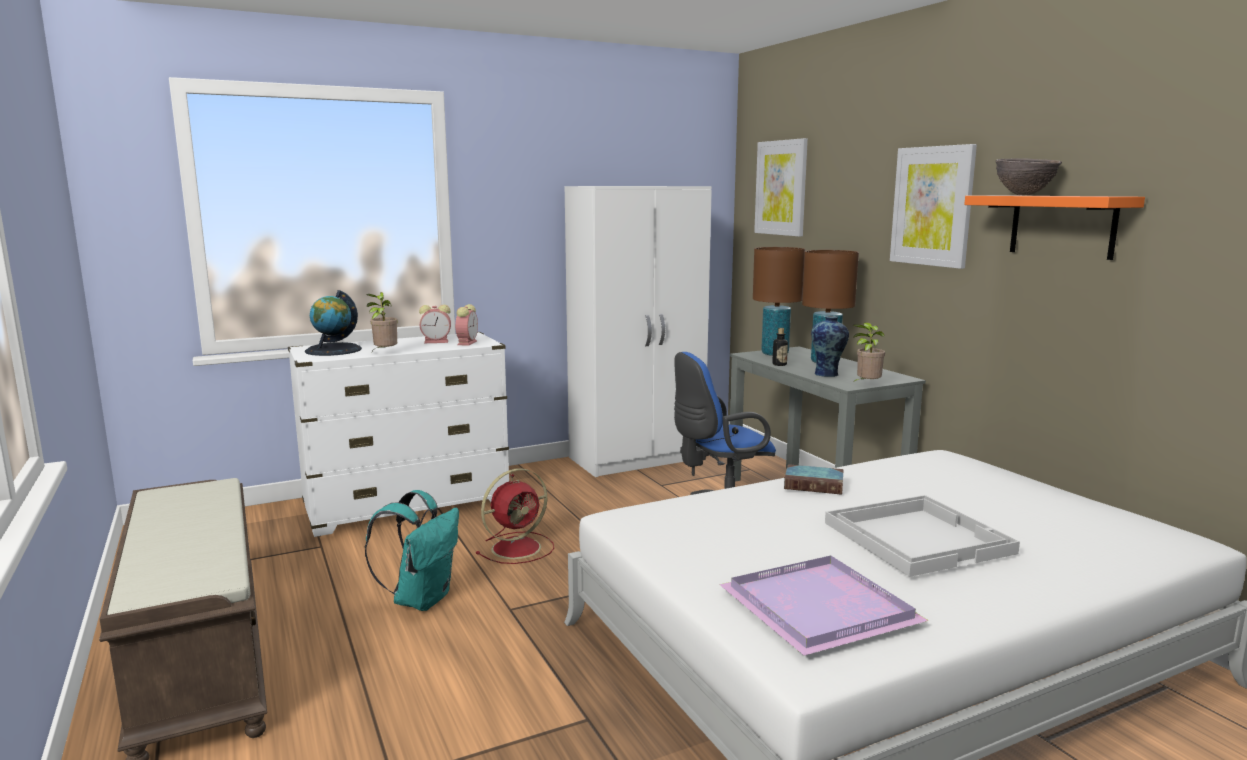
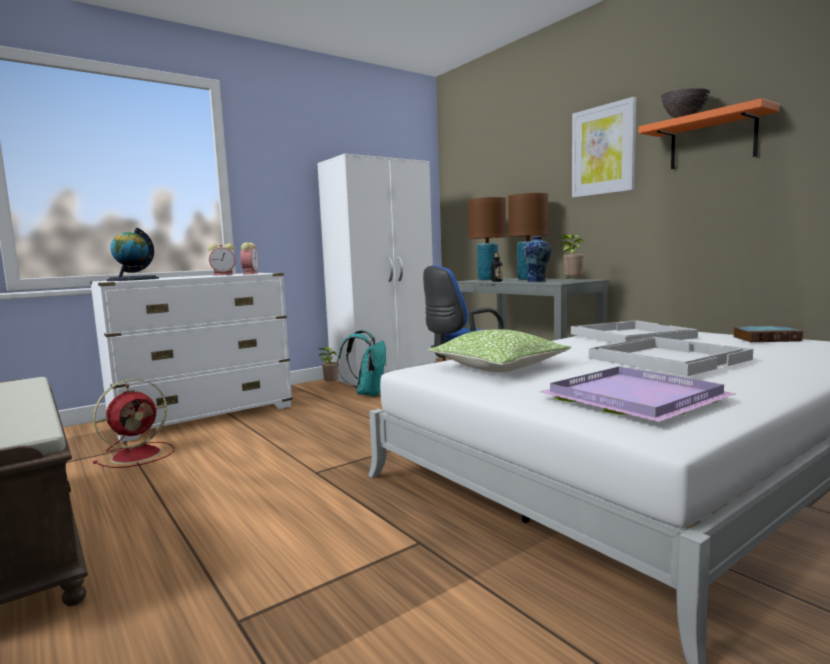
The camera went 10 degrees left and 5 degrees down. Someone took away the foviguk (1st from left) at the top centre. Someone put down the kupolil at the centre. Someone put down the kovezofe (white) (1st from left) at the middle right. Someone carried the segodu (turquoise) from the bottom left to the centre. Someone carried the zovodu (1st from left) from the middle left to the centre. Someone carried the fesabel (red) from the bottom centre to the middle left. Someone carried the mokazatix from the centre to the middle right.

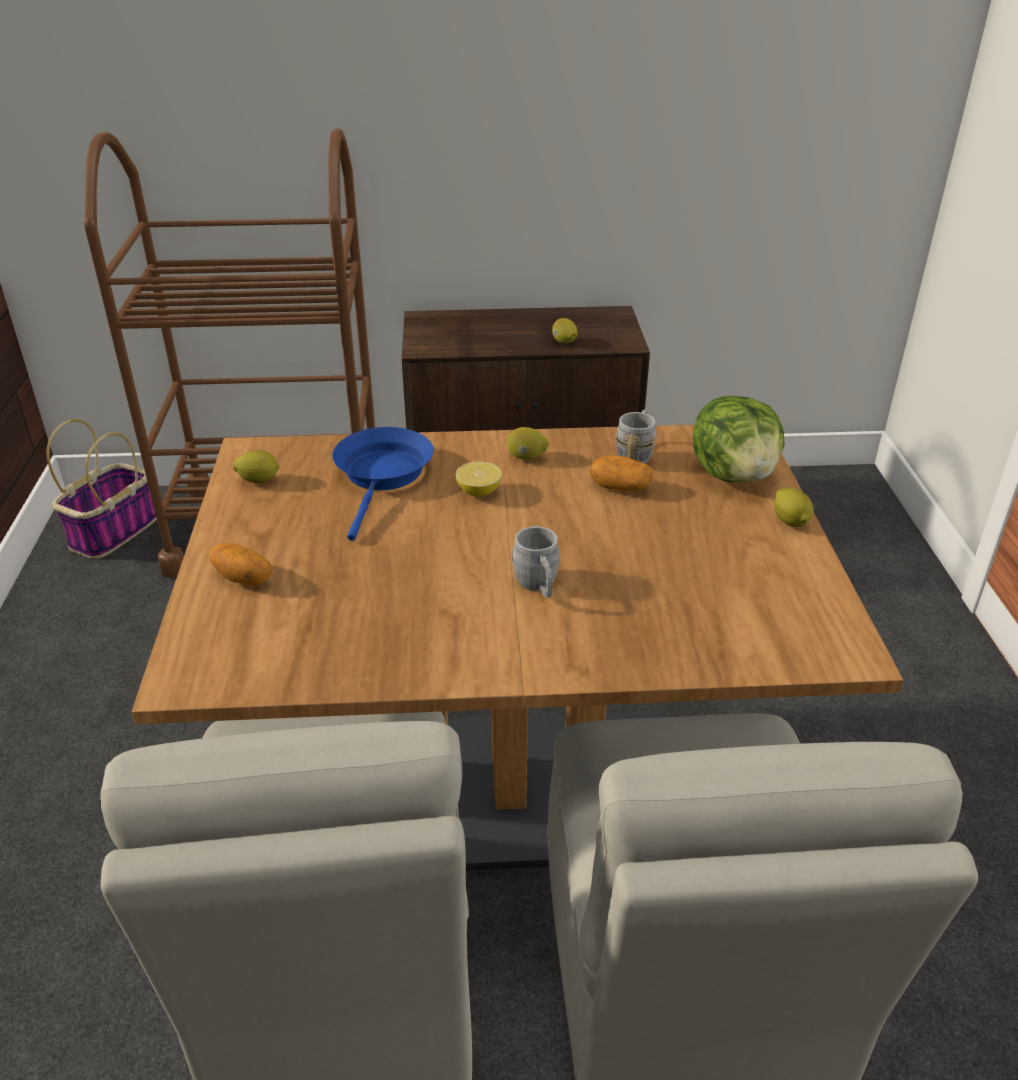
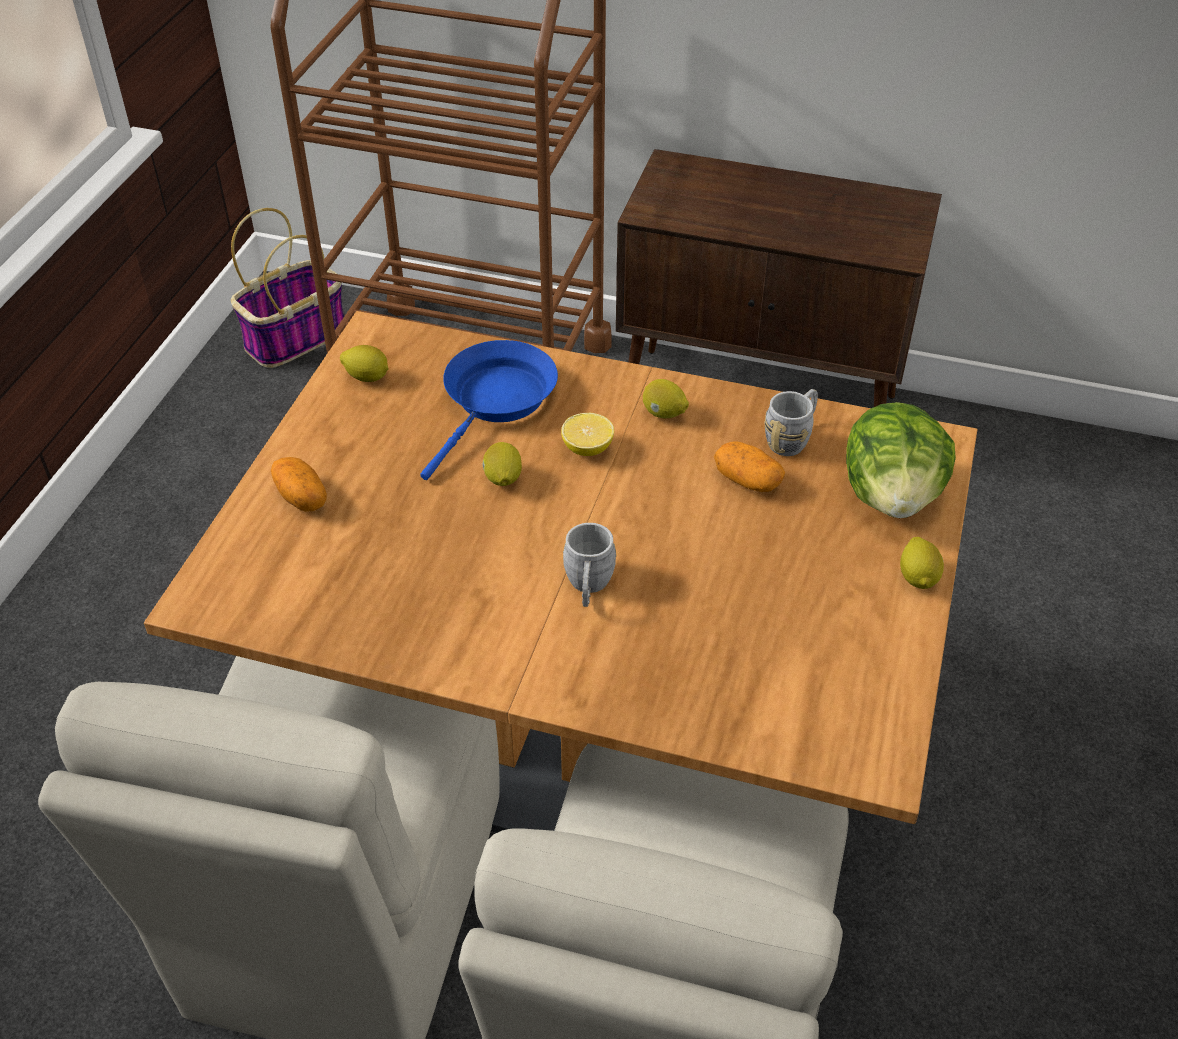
The camera went 20 degrees right and 10 degrees up. Someone carried the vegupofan (4th from left in the first image) from the top centre to the centre.

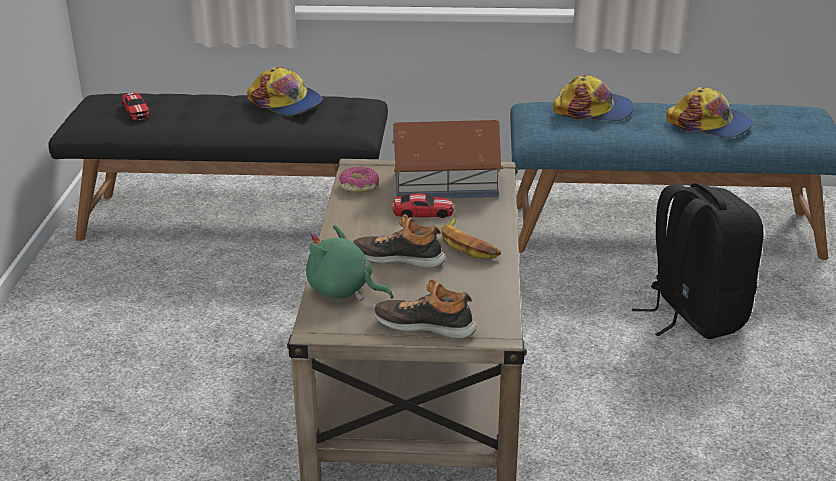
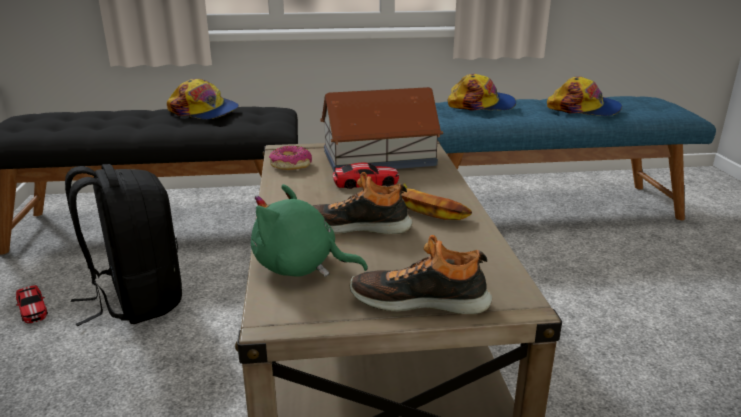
The camera went 10 degrees left and 5 degrees down. Someone carried the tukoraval (1st from left) from the top left to the bottom left. Someone carried the segodu (black) from the middle right to the middle left.

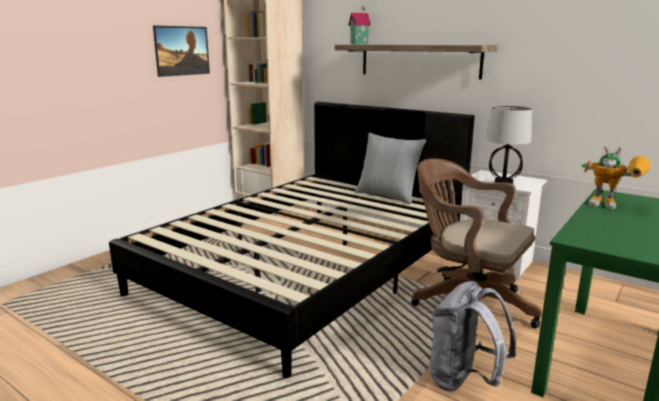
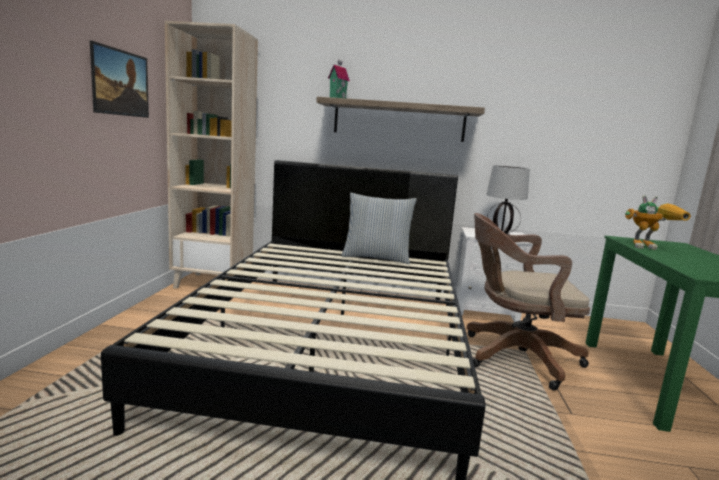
The camera went 30 degrees left and 5 degrees down. Someone took away the segodu (grey) at the bottom right.

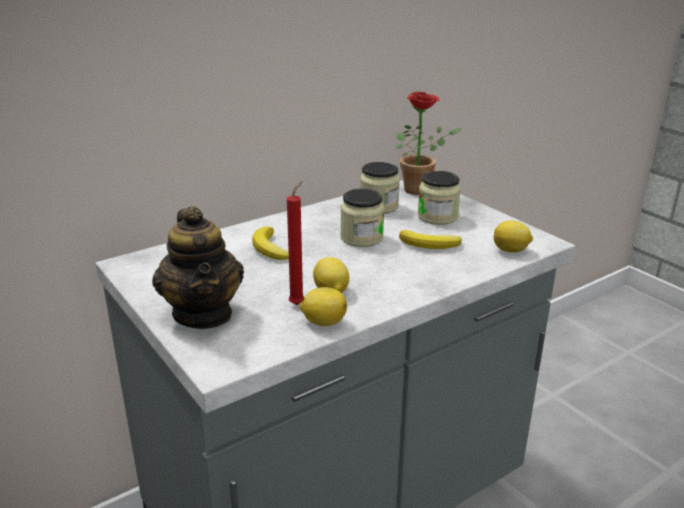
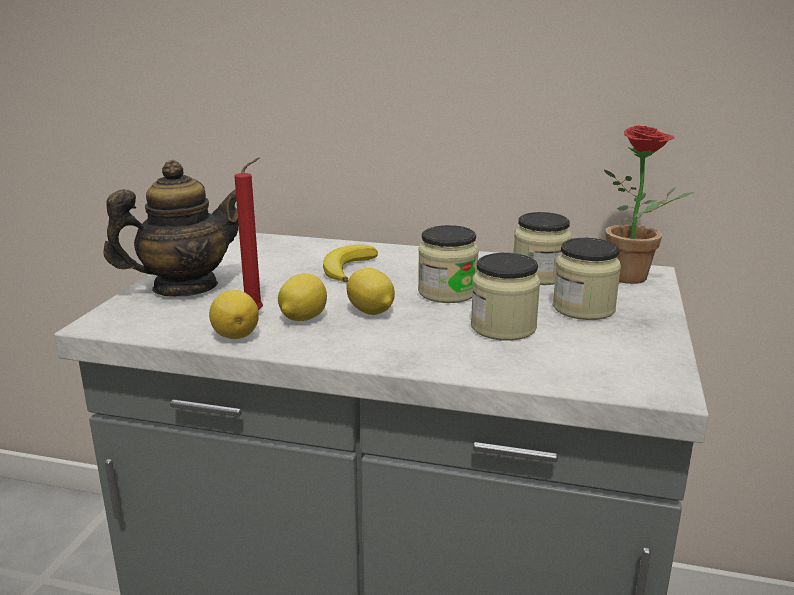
The camera went 50 degrees right and 5 degrees down. Someone carried the vegupofan (3rd from left) from the middle right to the centre. Someone swapped the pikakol (2nd from left) at the centre for the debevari (2nd from left) at the centre. Someone rotated the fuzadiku at the middle left by 150 degrees counterclockwise.

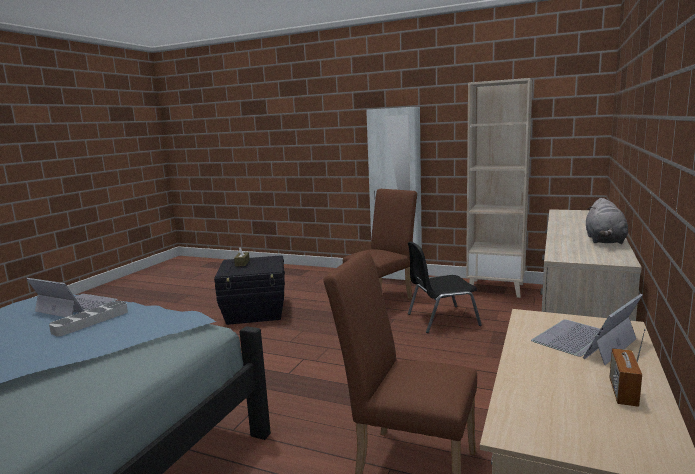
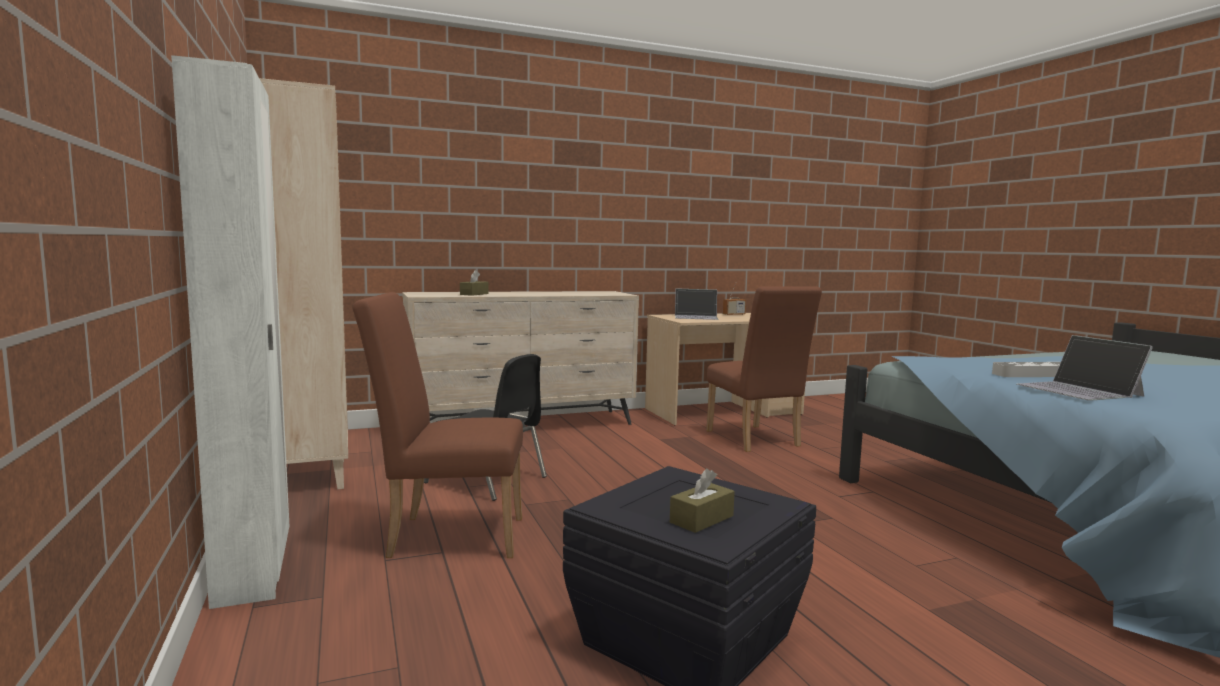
The camera went 135 degrees left and 5 degrees down. Someone took away the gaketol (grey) at the middle right. Someone put down the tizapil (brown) (1st from left) at the centre.

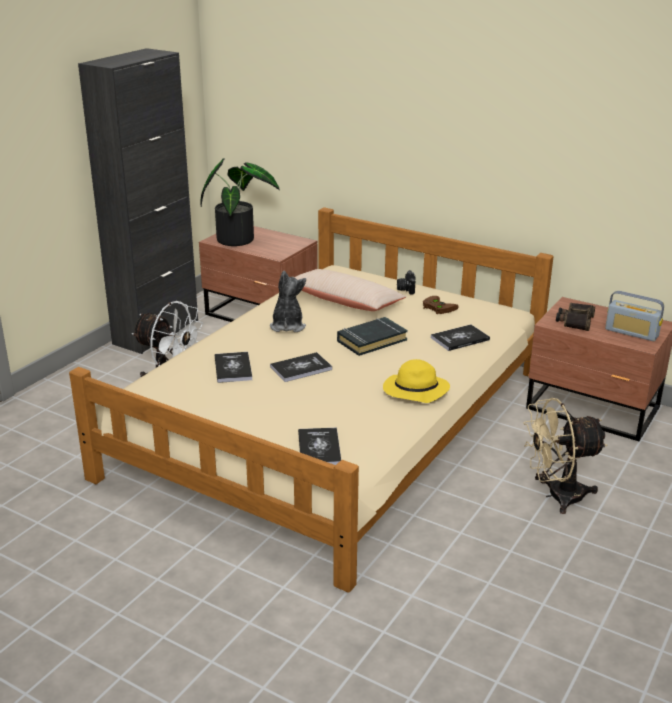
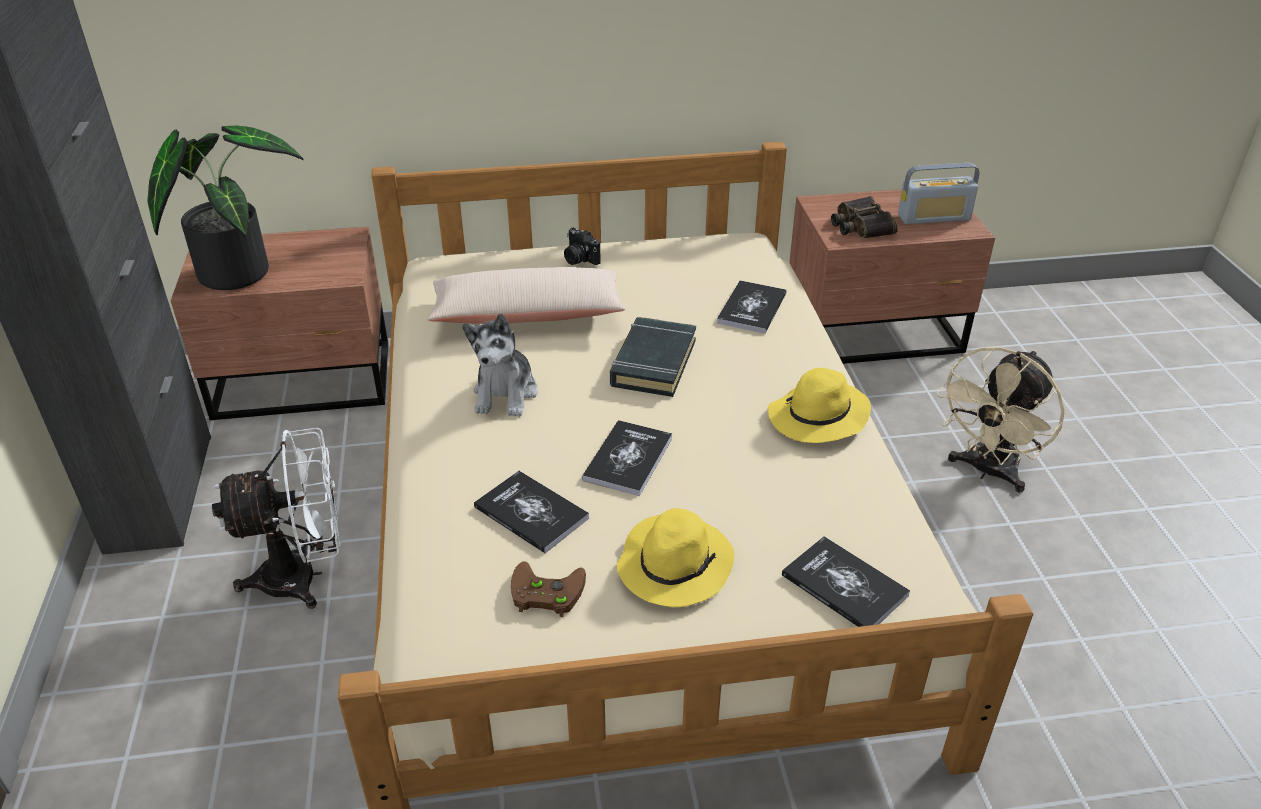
The camera went 40 degrees left and 10 degrees up. Someone put down the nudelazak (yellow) (1st from left) at the bottom centre. Someone carried the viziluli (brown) from the centre to the bottom centre. Someone rotated the gaketol at the centre by 135 degrees counterclockwise.

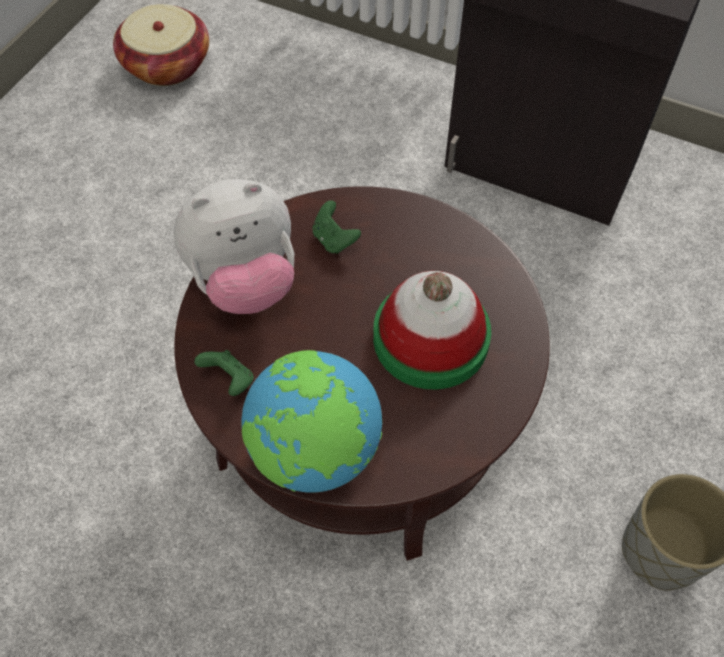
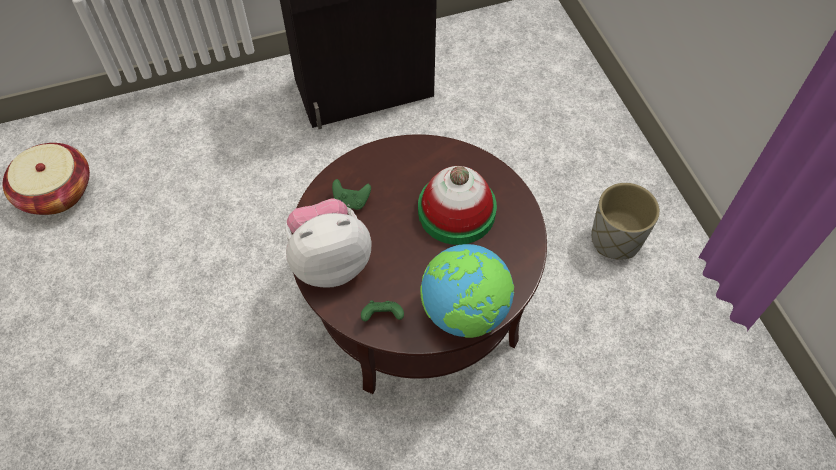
The camera went 45 degrees left and 0 degrees up. Someone rotated the gaketol at the middle left by 135 degrees counterclockwise.

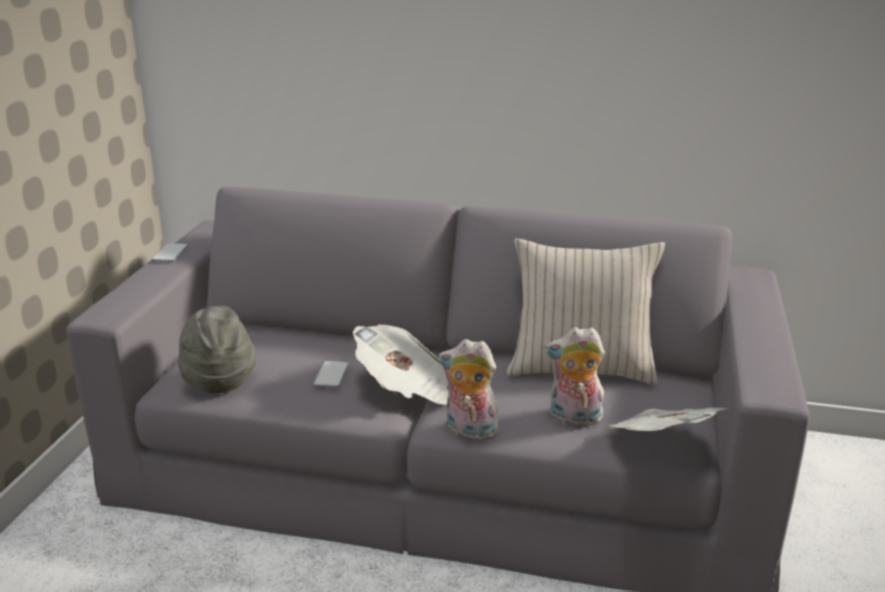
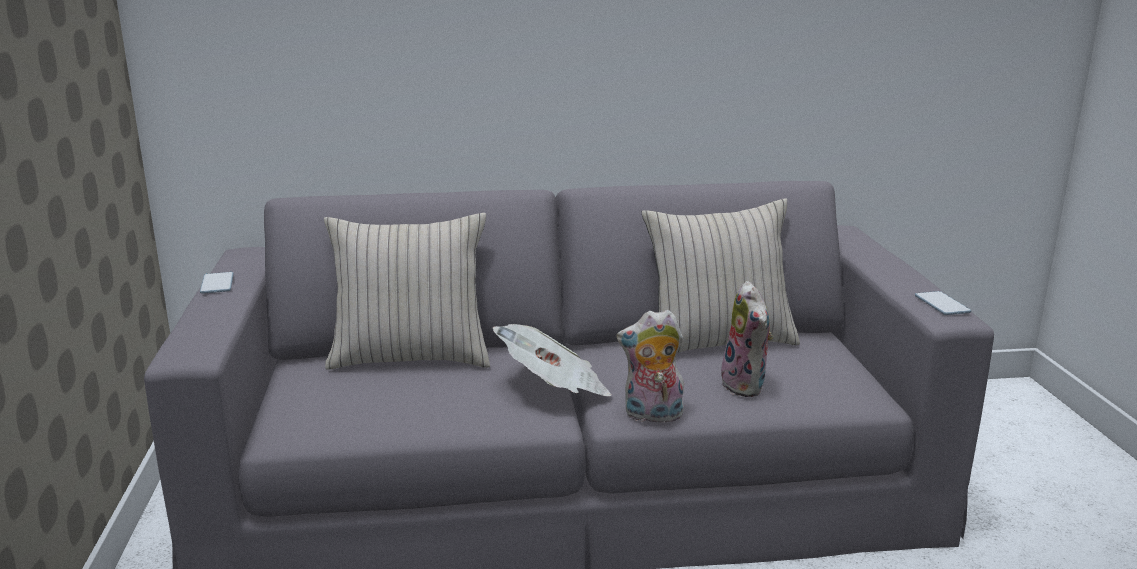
The camera went 20 degrees left and 5 degrees down. Someone took away the nudelazak (grey) at the middle left. Someone took away the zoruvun (2nd from left) at the bottom right. Someone put down the kupolil (beige) (1st from left) at the centre. Someone carried the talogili (2nd from left) from the centre to the middle right. Someone rotated the gaketol (2nd from left) at the centre by 90 degrees counterclockwise.

